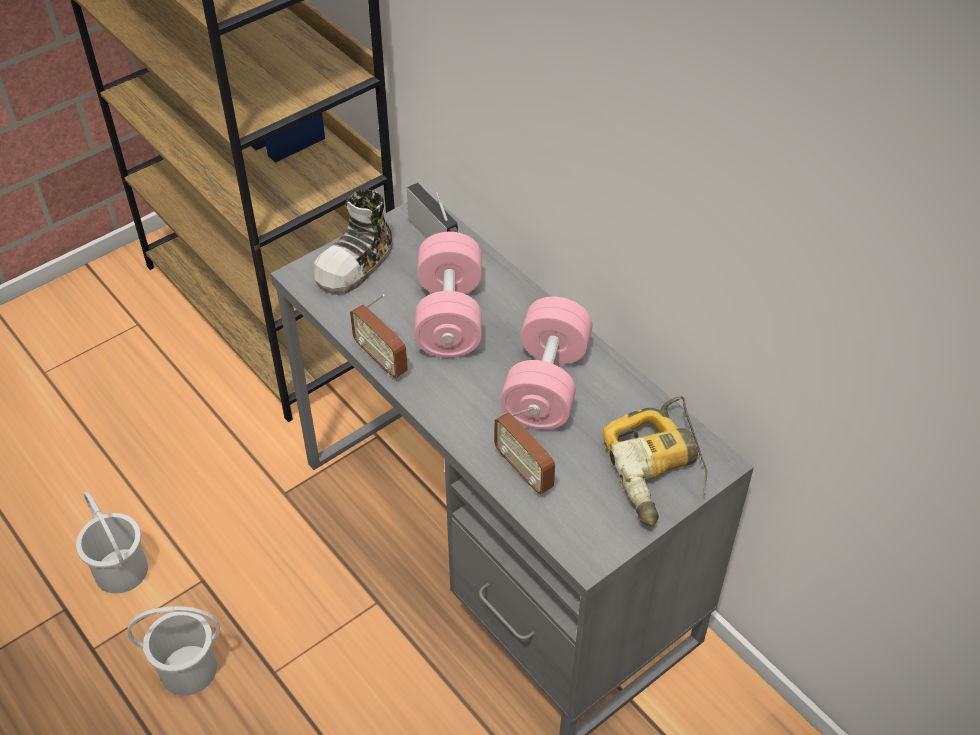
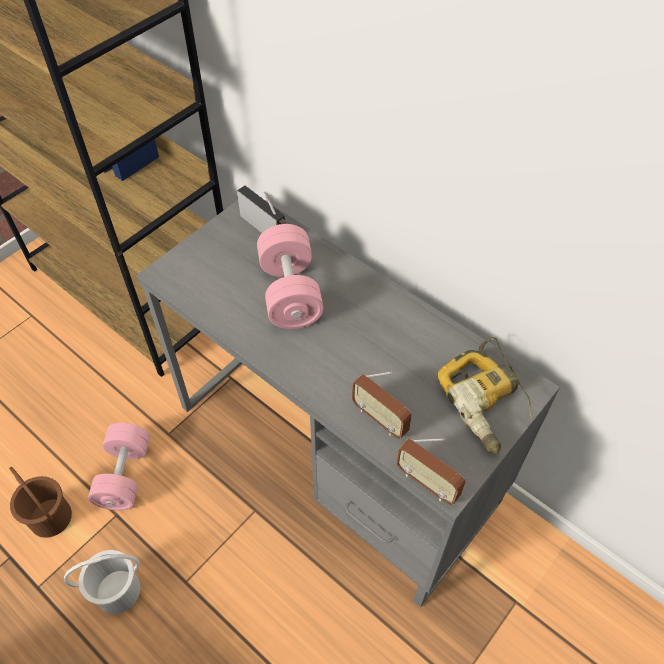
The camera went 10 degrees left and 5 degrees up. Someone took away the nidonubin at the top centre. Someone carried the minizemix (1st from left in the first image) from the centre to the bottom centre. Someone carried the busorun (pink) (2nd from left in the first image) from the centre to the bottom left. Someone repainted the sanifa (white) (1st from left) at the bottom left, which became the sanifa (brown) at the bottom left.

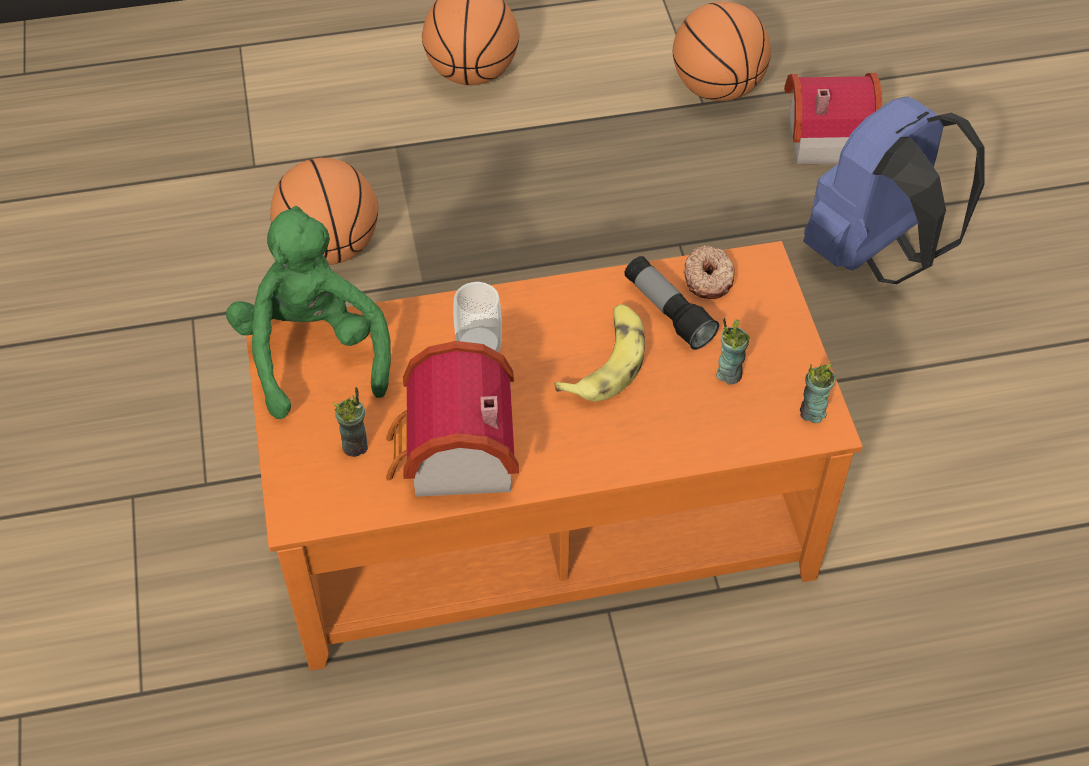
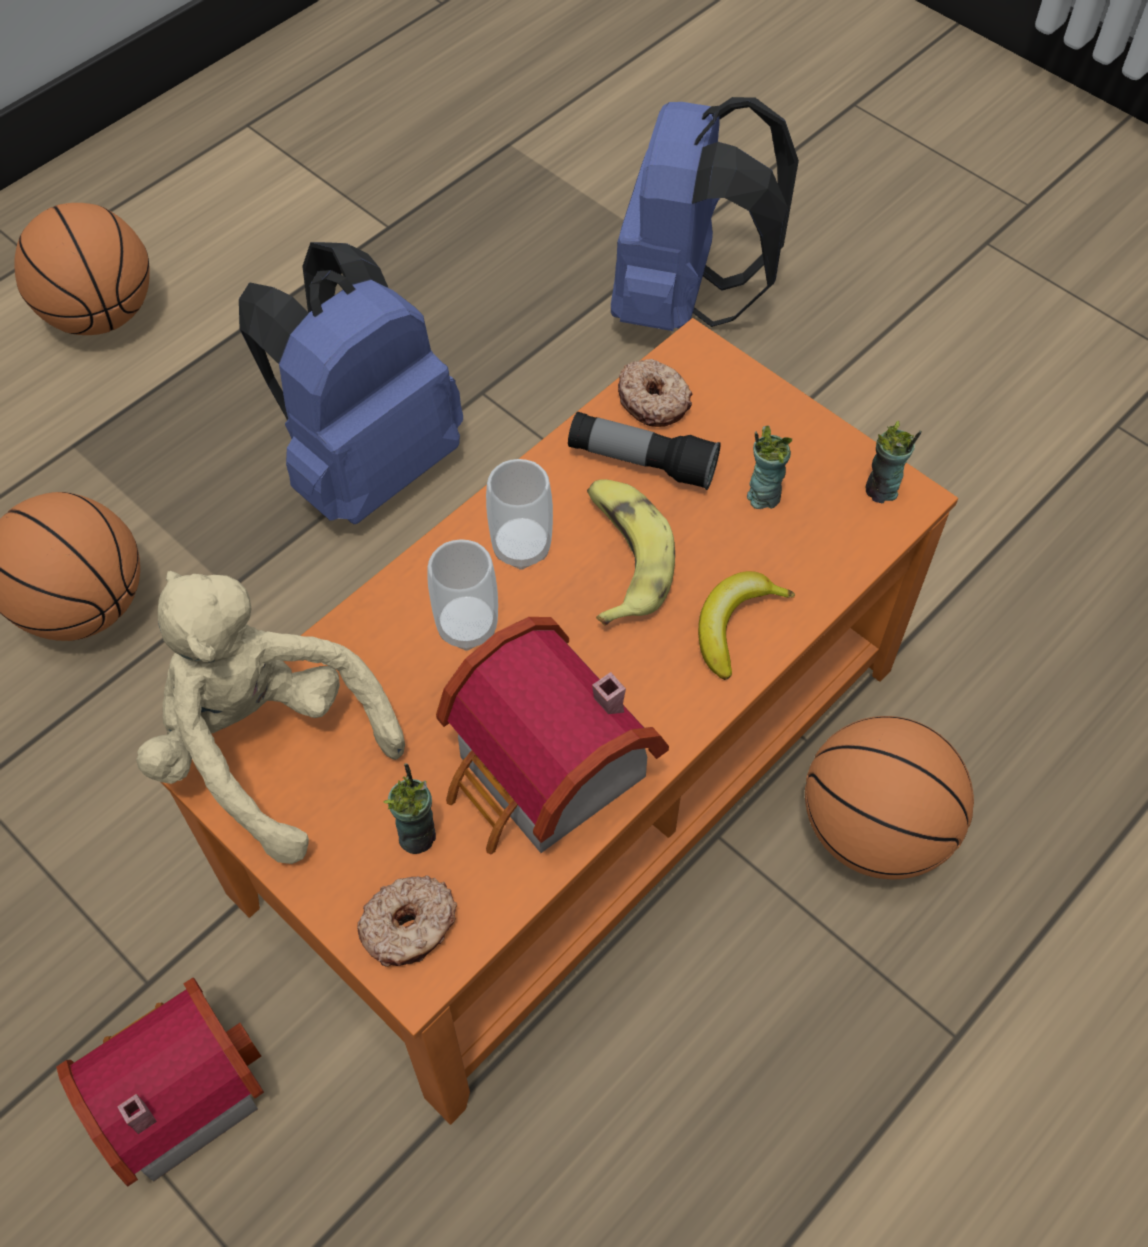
The camera went 35 degrees left and 5 degrees up. Someone put down the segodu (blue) (1st from left) at the top left. Someone put down the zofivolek (1st from left) at the bottom centre. Someone put down the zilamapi (3rd from left) at the centre. Someone put down the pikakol (2nd from left) at the centre. Someone carried the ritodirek (3rd from left) from the top centre to the middle right. Someone carried the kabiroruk (2nd from left in the first image) from the top right to the bottom left. Someone repainted the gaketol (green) at the middle left, which became the gaketol (beige) at the middle left.

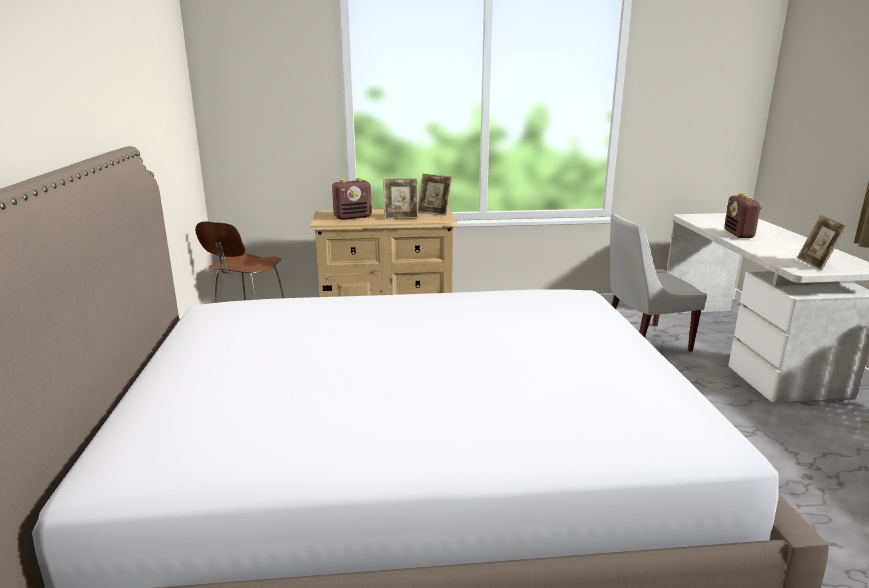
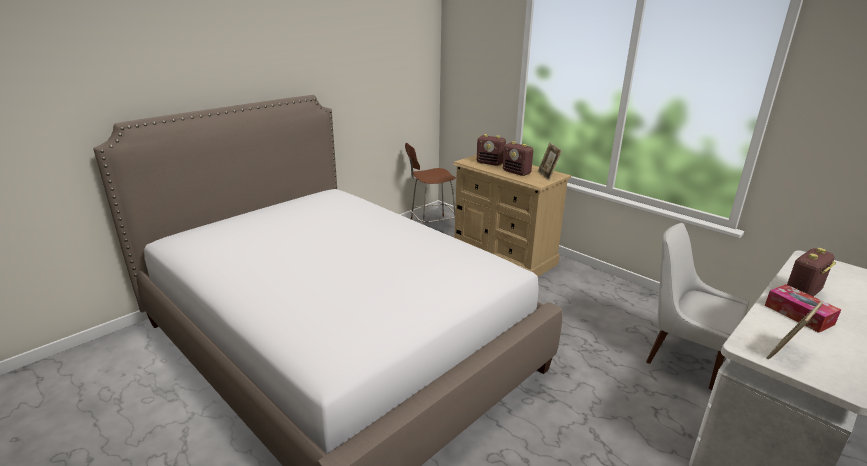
The camera went 50 degrees right and 5 degrees up. Someone put down the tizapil at the middle right. Someone swapped the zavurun (1st from left) at the centre for the minizemix (2nd from left) at the centre.

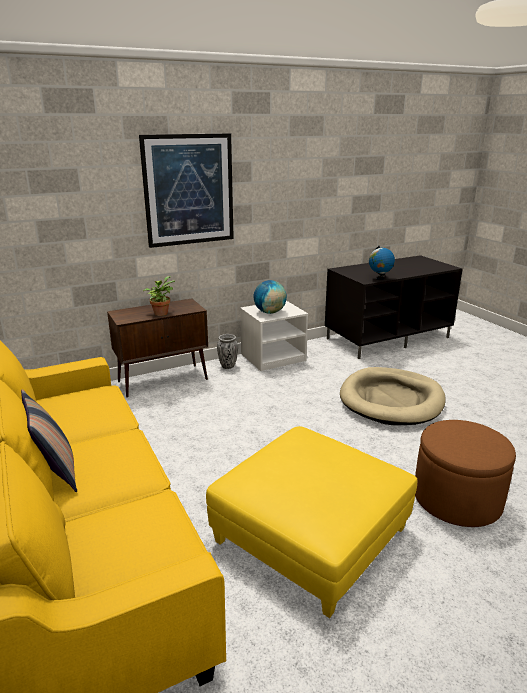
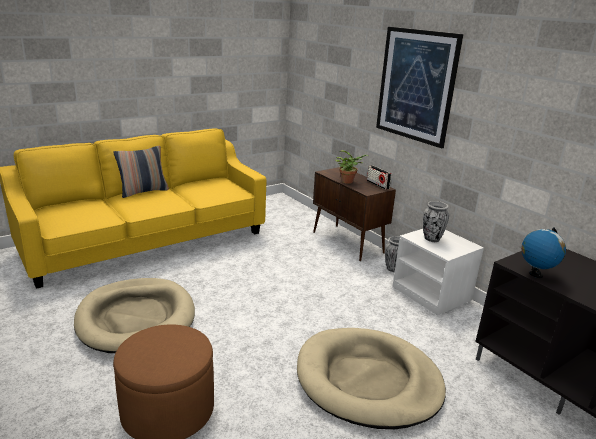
The camera went 80 degrees right and 0 degrees up. Someone put down the minizemix at the centre. Someone swapped the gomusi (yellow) at the bottom centre for the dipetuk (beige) (1st from left) at the bottom left. Someone swapped the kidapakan (1st from left) at the centre for the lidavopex (2nd from left) at the middle right.

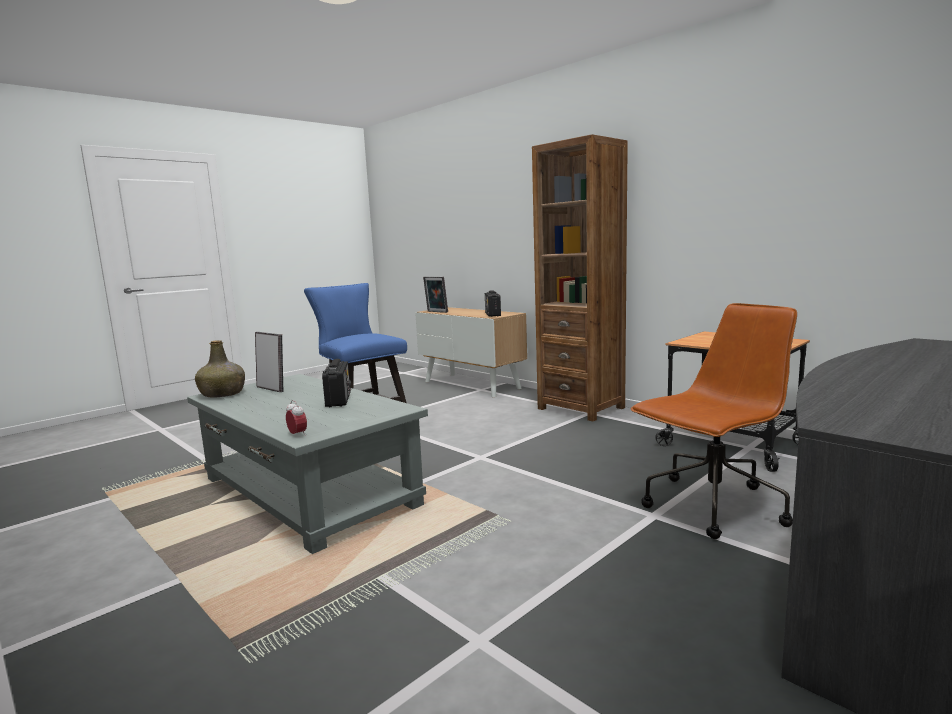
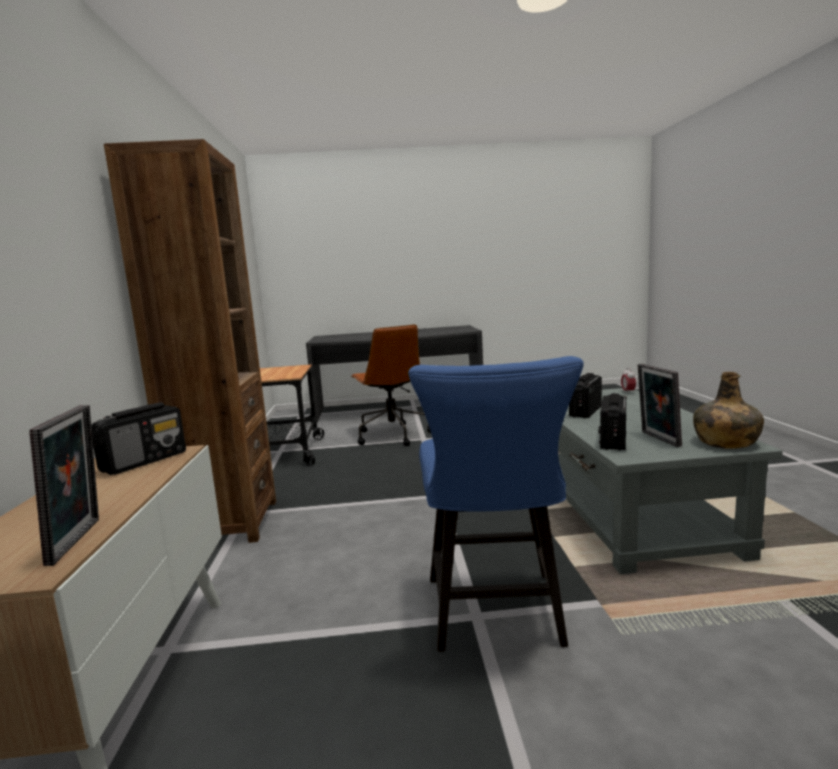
The camera went 140 degrees left and 0 degrees up. Someone put down the minizemix (3rd from left) at the middle right. Someone rotated the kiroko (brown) at the middle right by 120 degrees counterclockwise.

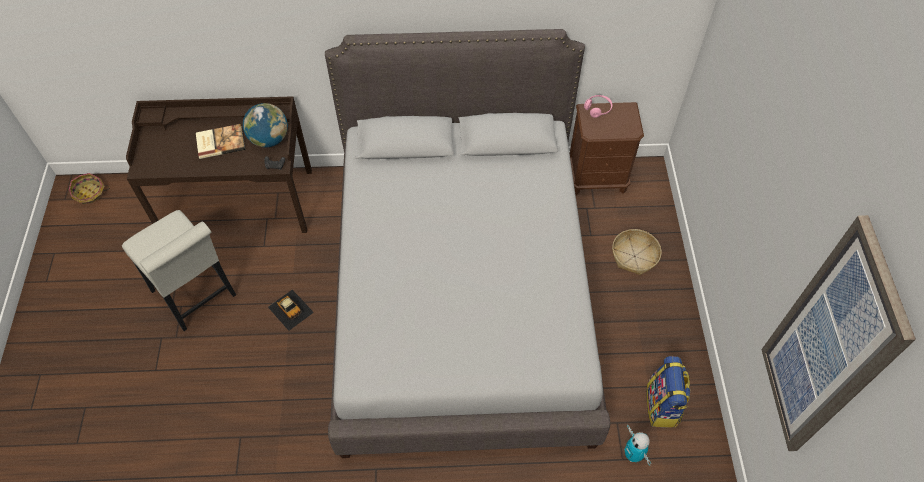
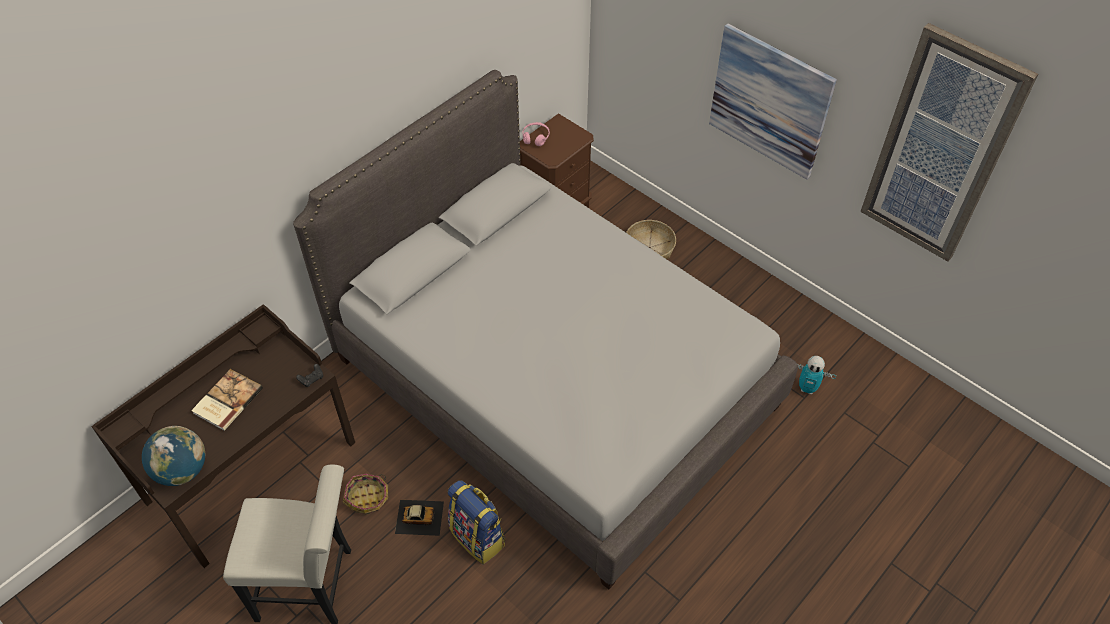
The camera went 45 degrees left and 5 degrees down. Someone put up the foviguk (1st from left) at the top right. Someone carried the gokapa (1st from left) from the middle left to the bottom left. Someone carried the kidapakan from the top left to the bottom left. Someone carried the segodu from the bottom right to the bottom centre.

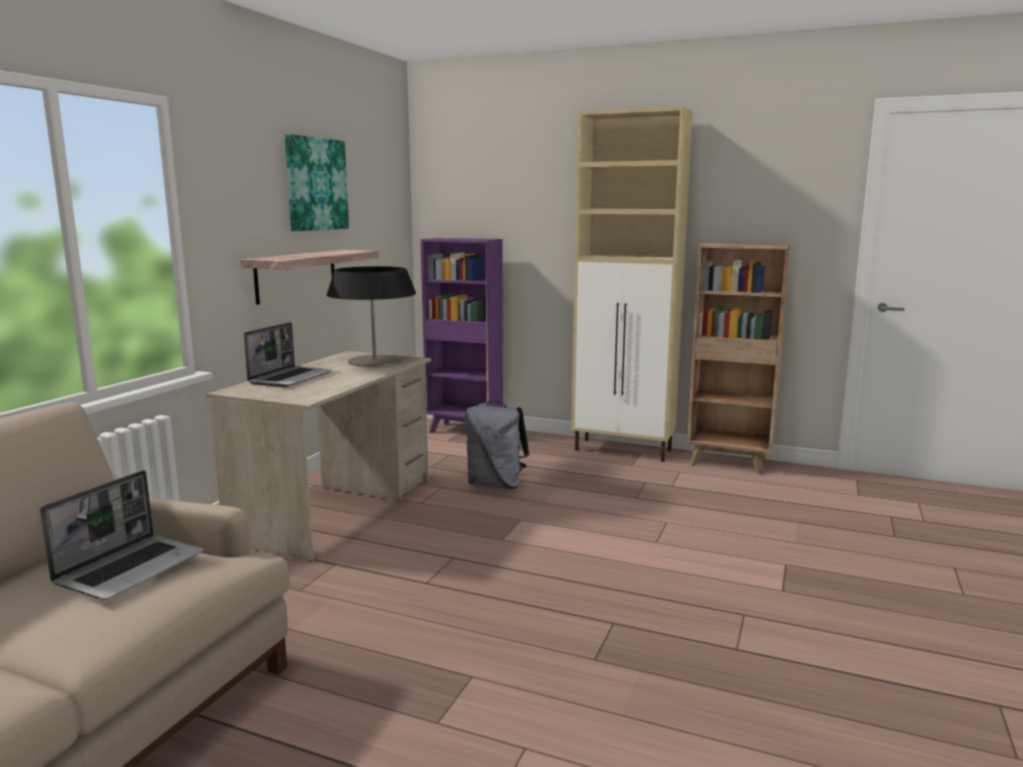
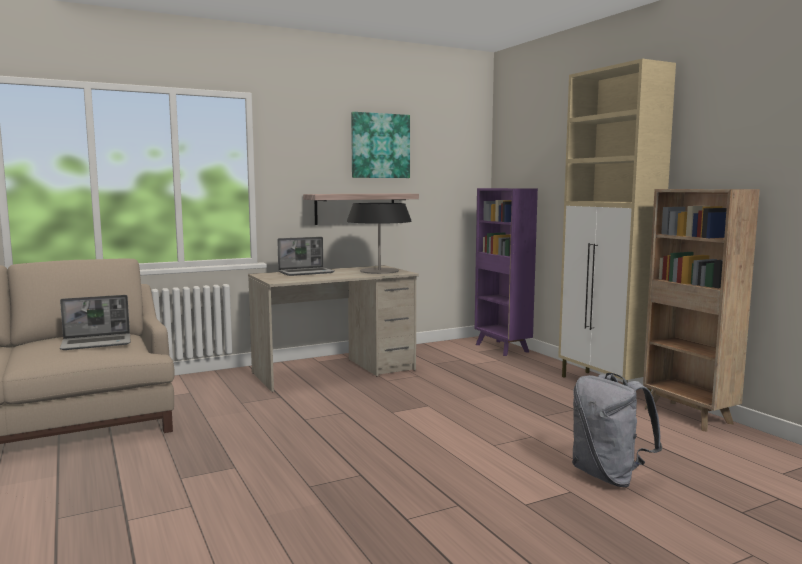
The camera went 40 degrees right and 5 degrees down. Someone carried the segodu (grey) from the centre to the bottom right.

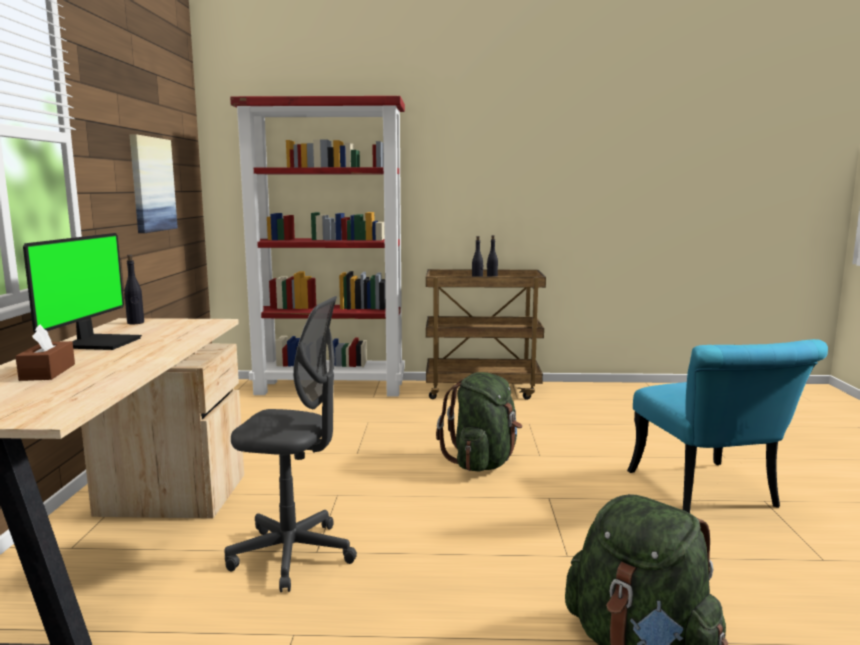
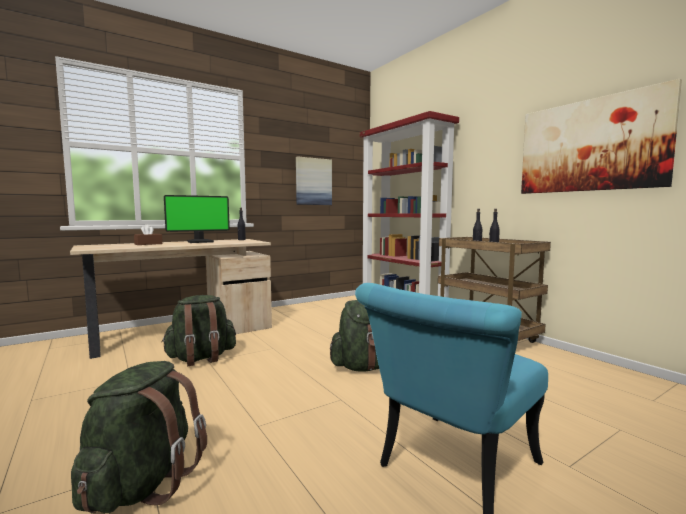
The camera went 55 degrees right and 5 degrees down. Someone put up the foviguk (2nd from left) at the top right. Someone swapped the kiroko (grey) at the bottom centre for the segodu (green) (2nd from left) at the middle left.

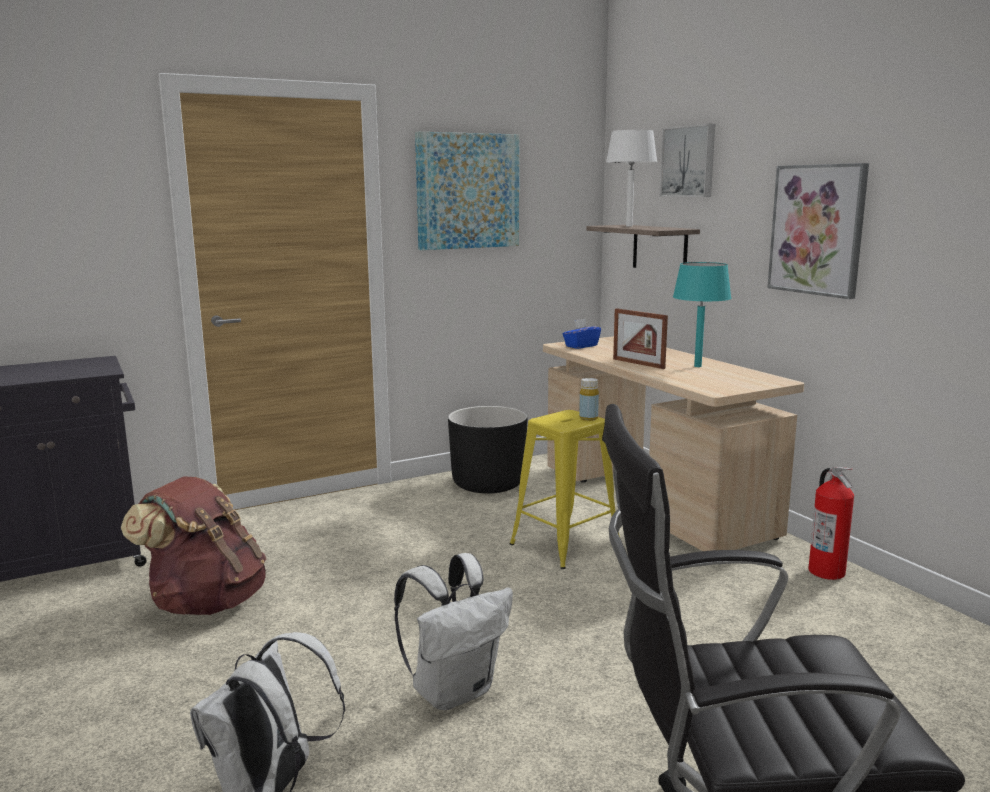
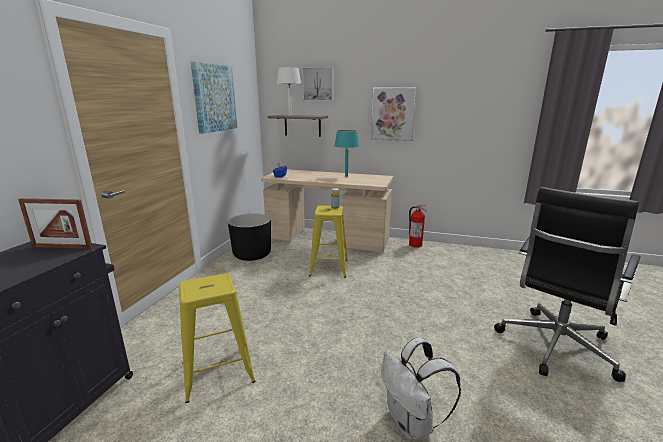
The camera went 45 degrees left and 5 degrees up. Someone took away the segodu (white) (2nd from left) at the bottom centre. Someone carried the zavurun from the centre to the middle left. Someone swapped the segodu (brown) at the bottom left for the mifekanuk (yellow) (1st from left) at the bottom left.

